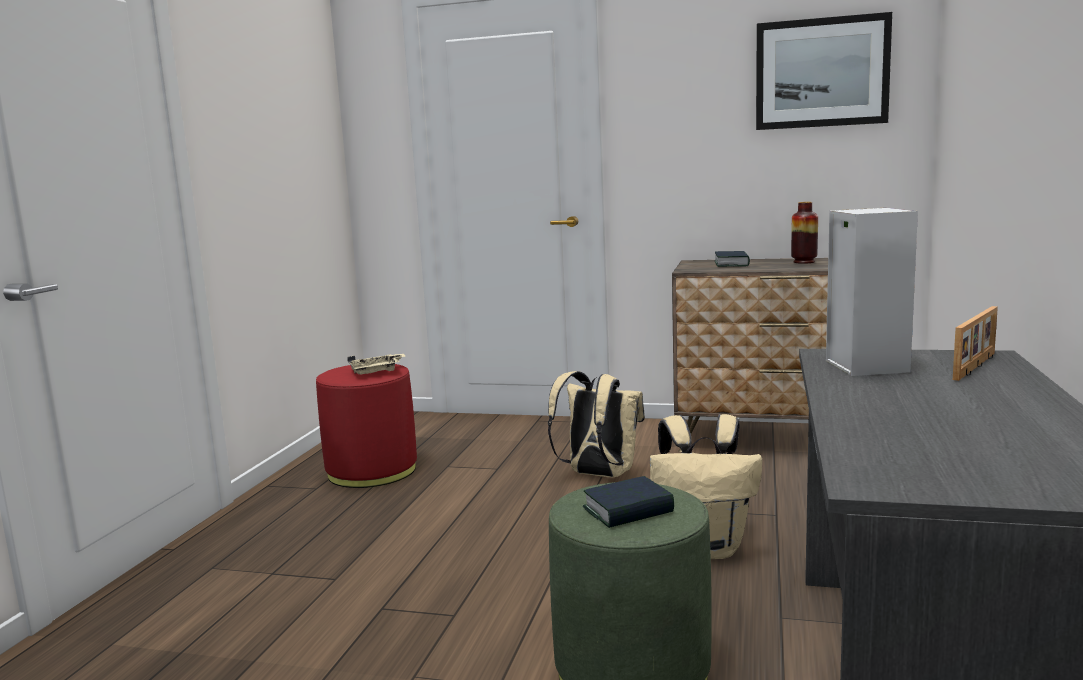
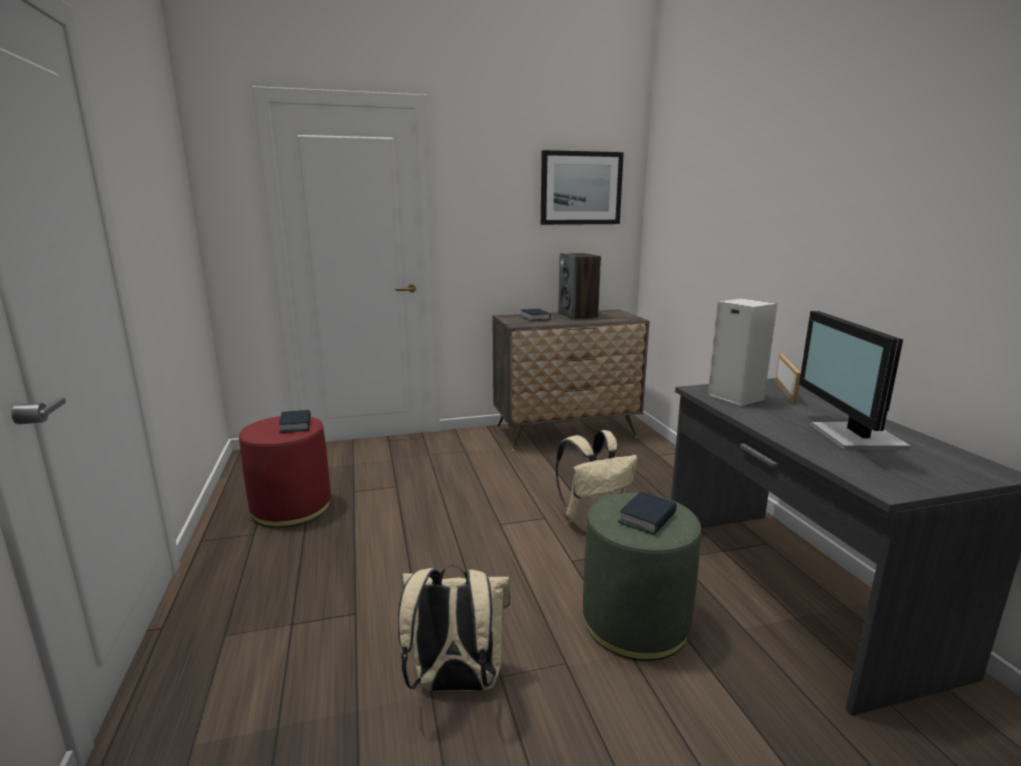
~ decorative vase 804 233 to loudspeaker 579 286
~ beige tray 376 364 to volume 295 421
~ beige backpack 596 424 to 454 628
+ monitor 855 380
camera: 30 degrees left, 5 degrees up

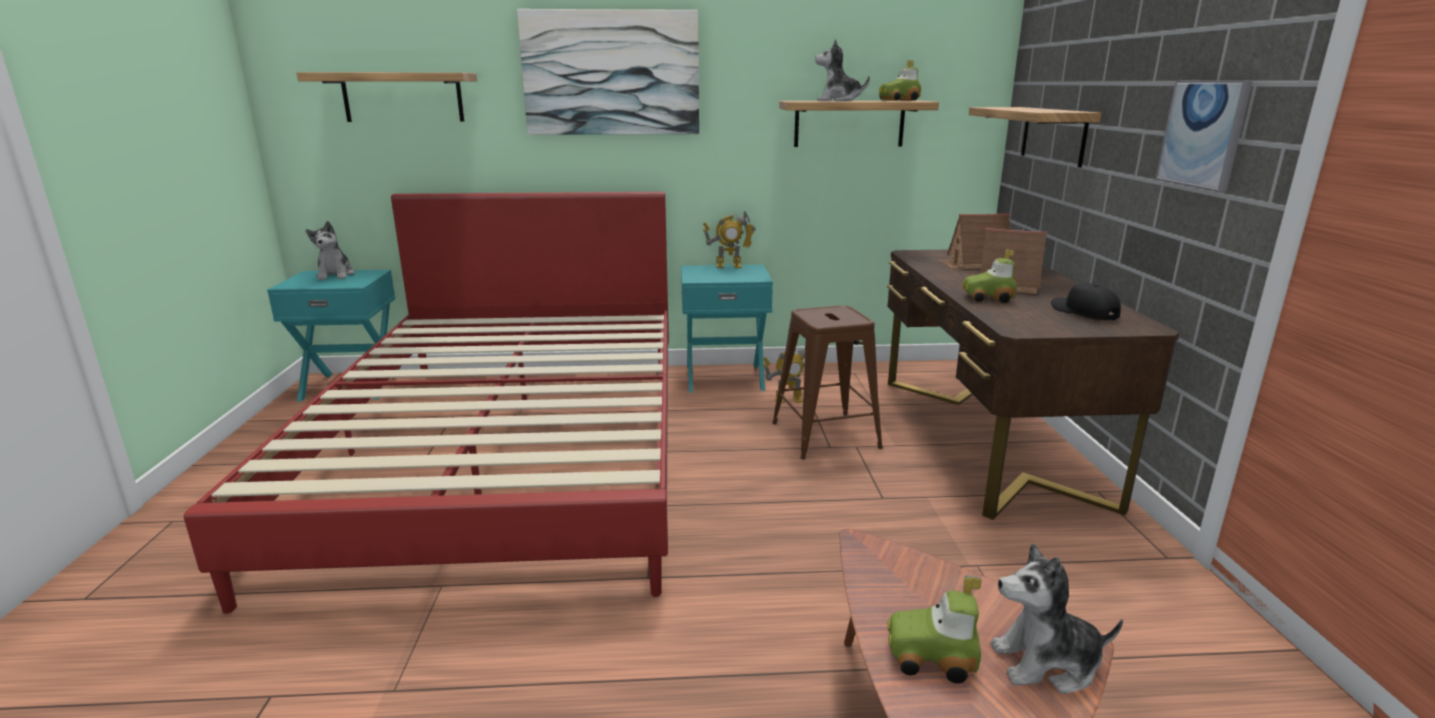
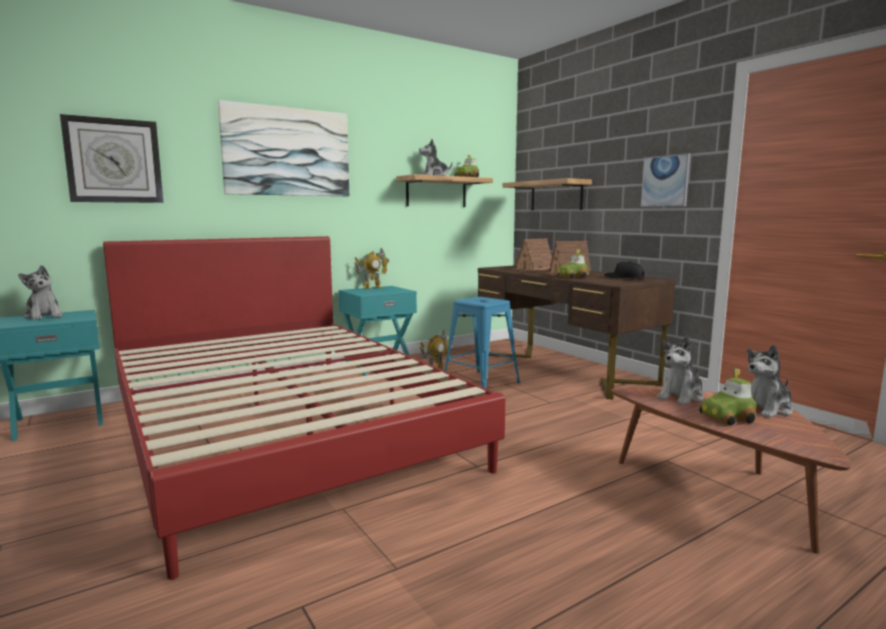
~ bracket shelf 386 97 to hanging clock 111 158
~ brownish stool seat 827 382 to blue stool seat 482 342
+ soft toy 680 371
camera: 30 degrees left, 10 degrees down

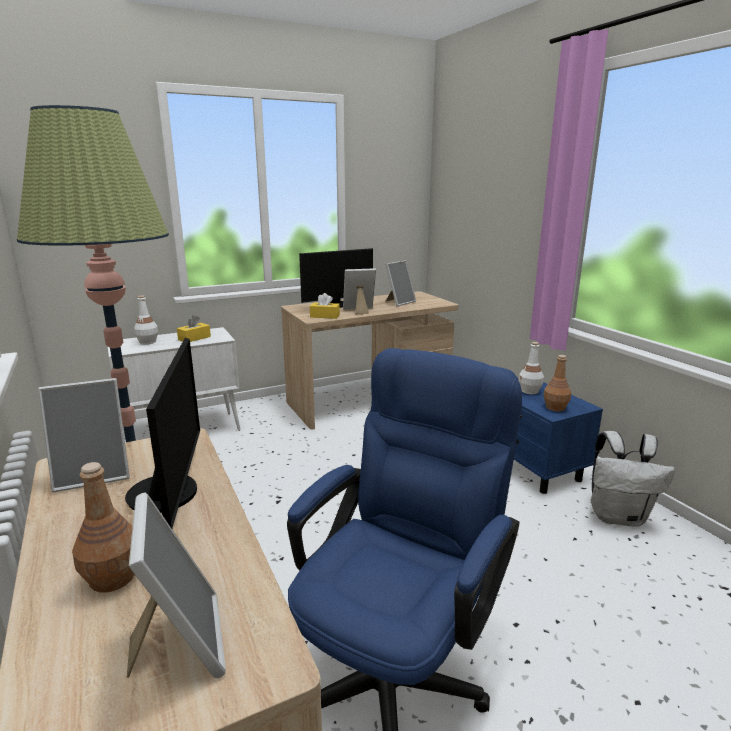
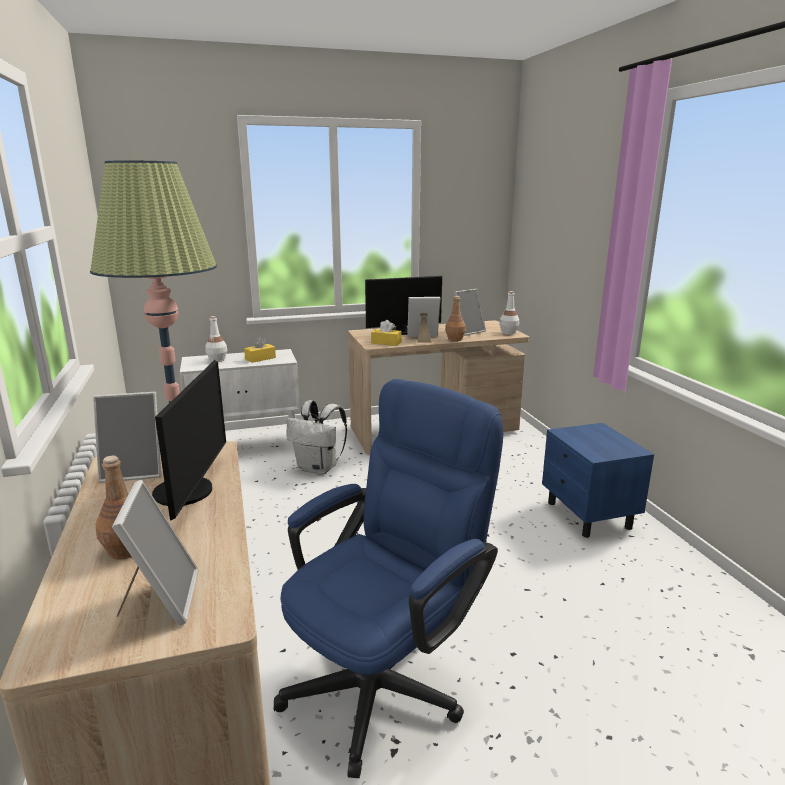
~ white-coloured bottle 531 368 to 509 313
~ brownish bottle 557 383 to 455 318
~ white-coloured backpack 633 479 to 317 437
camera: 10 degrees right, 0 degrees up

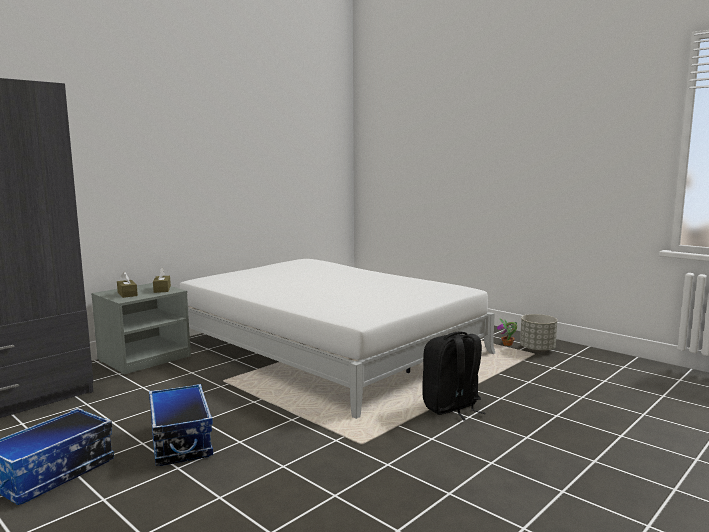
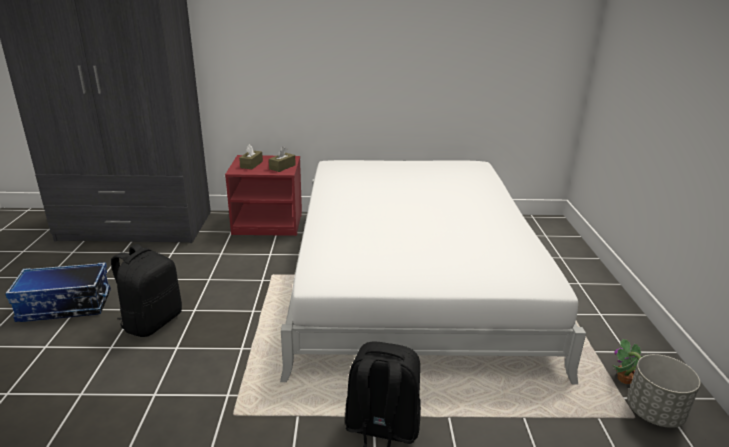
~ greyish nightstand 141 328 to red nightstand 263 195
~ storage bin 181 425 to blackish backpack 146 290
camera: 45 degrees right, 15 degrees up

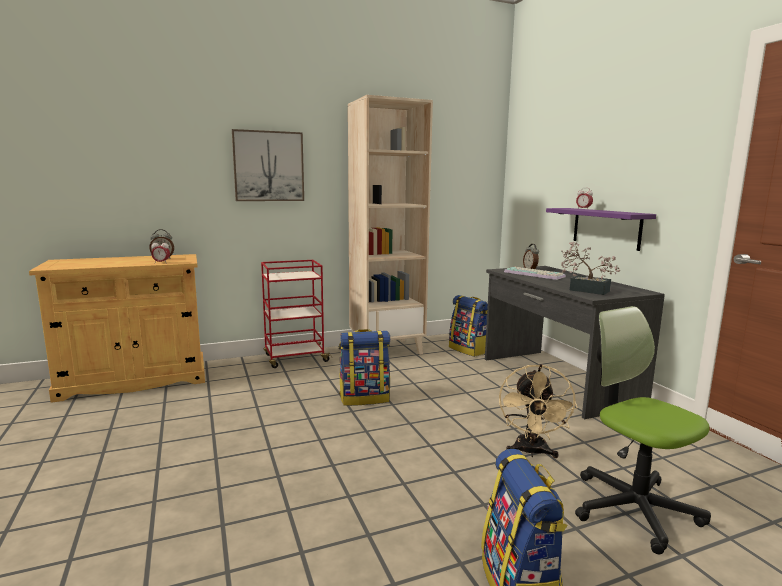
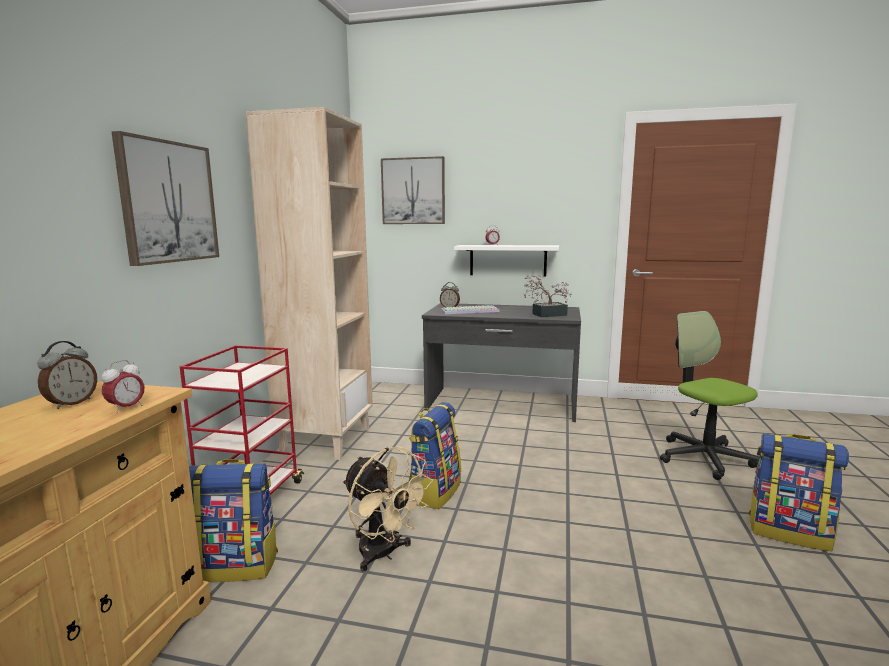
~ purple bracket shelf 601 229 to white-coloured bracket shelf 506 261
~ backpack 468 326 to 233 520
~ desk chair 643 430 = 709 395 60 degrees clockwise
~ beige electric fan 538 411 to 388 509
+ wall art 413 190
camera: 55 degrees left, 0 degrees up

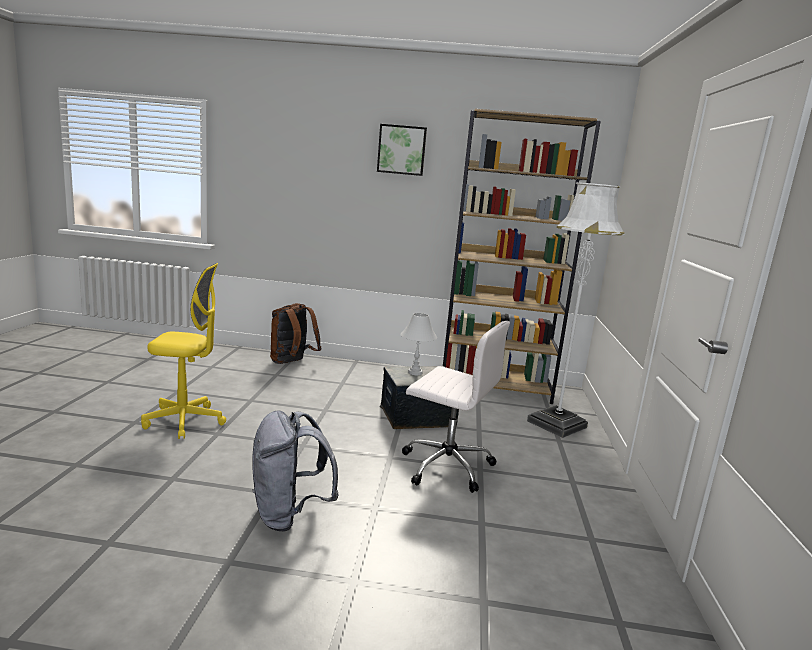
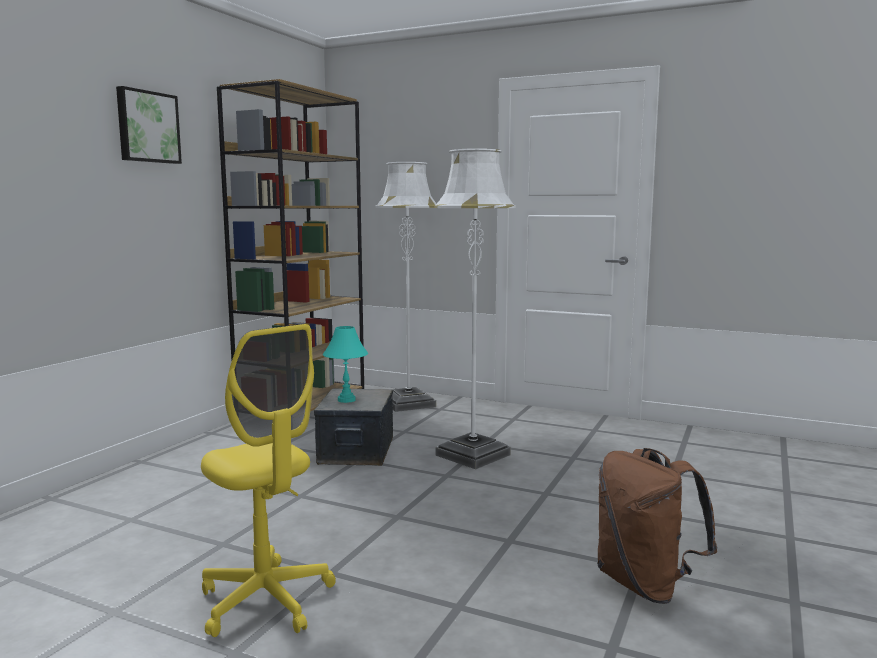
~ yellowish desk chair 183 351 = 268 480 120 degrees clockwise
~ brownish backpack 296 333 to 657 526
~ white-coloured table lamp 419 344 to blue-green table lamp 345 364
~ white-coloured desk chair 456 407 to white-coloured standard lamp 475 308
- greyish backpack 295 470
camera: 70 degrees left, 5 degrees down

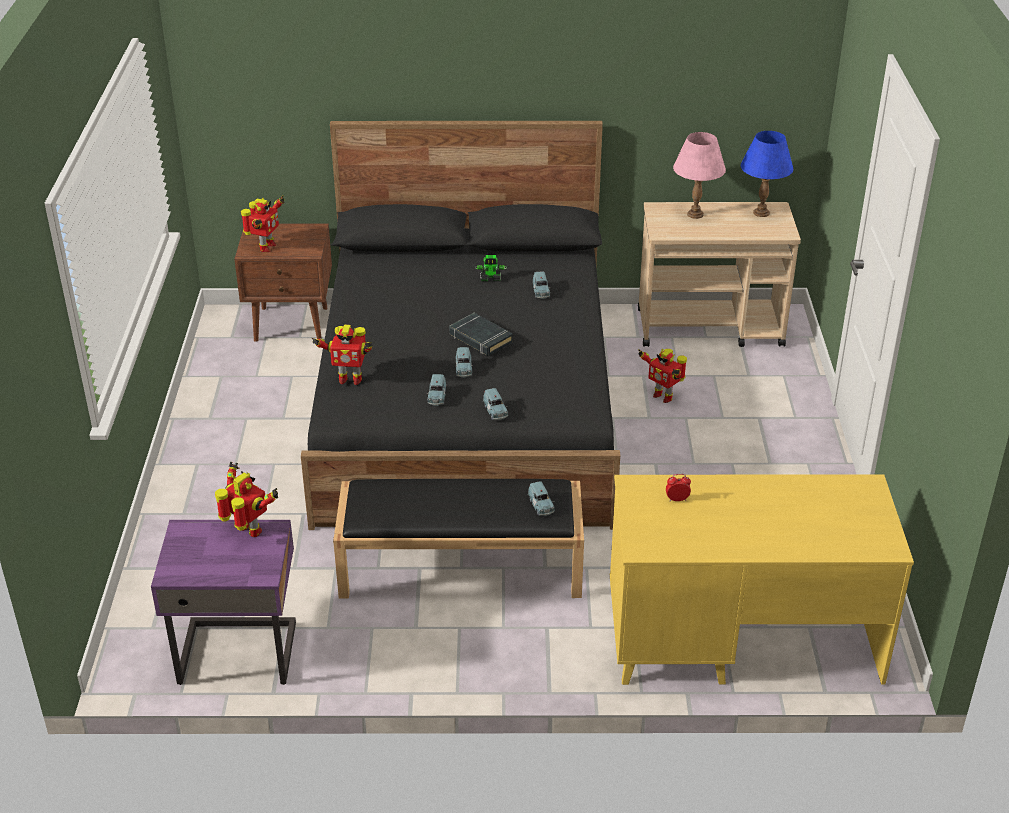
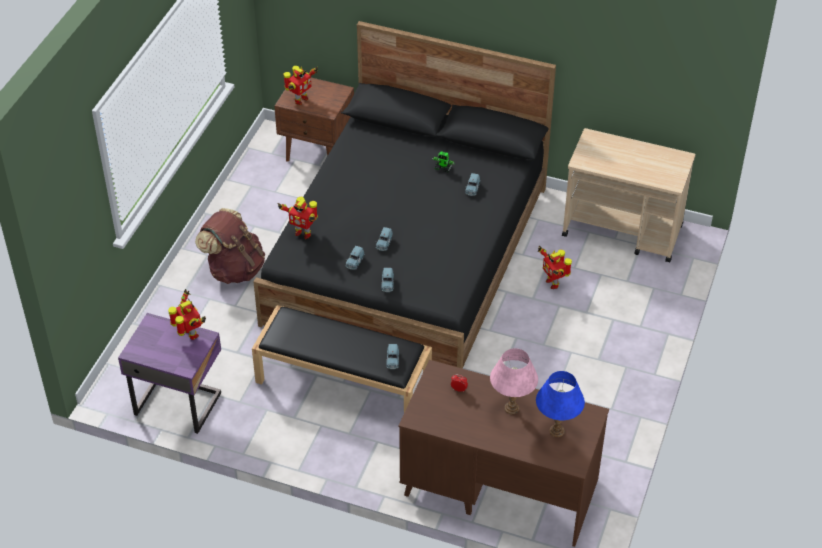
~ blue table lamp 767 174 to 560 404
~ pink-coloured table lamp 699 175 to 514 381
- blackish volume 481 334
~ yellowish desk 762 579 to brownish desk 504 453
+ brownish backpack 230 246
camera: 20 degrees right, 10 degrees up

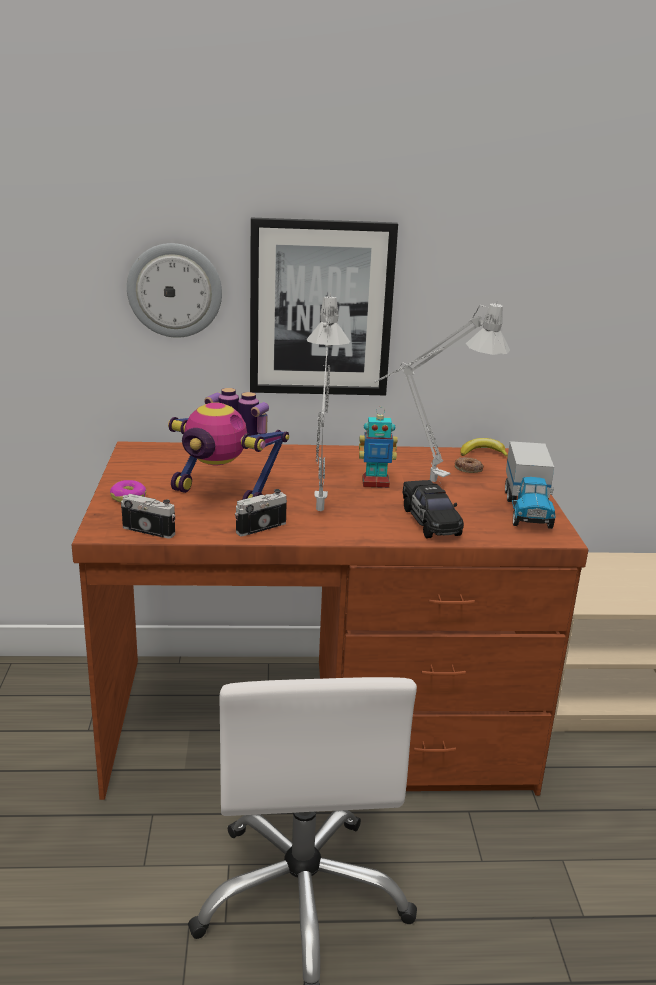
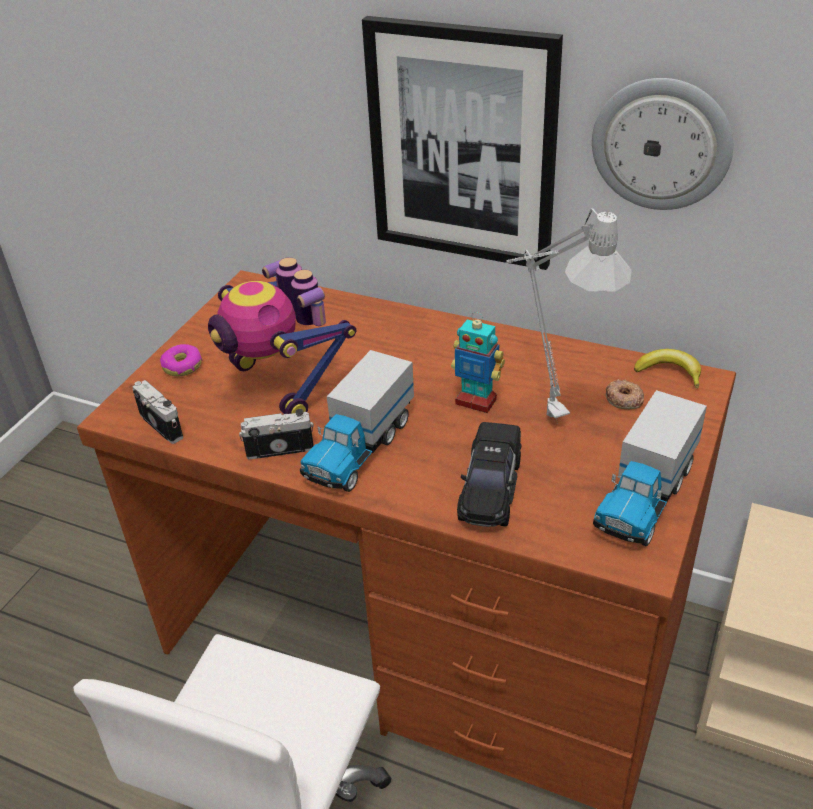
~ hanging clock 174 290 to 662 144
~ greyish table lamp 328 402 to toy truck 357 421
camera: 30 degrees right, 15 degrees up

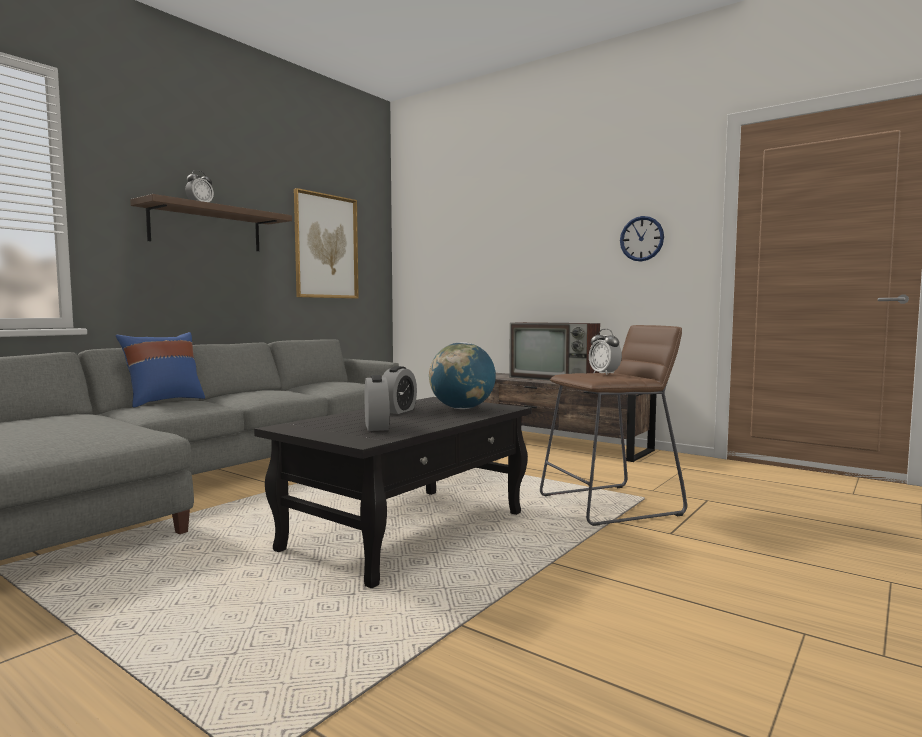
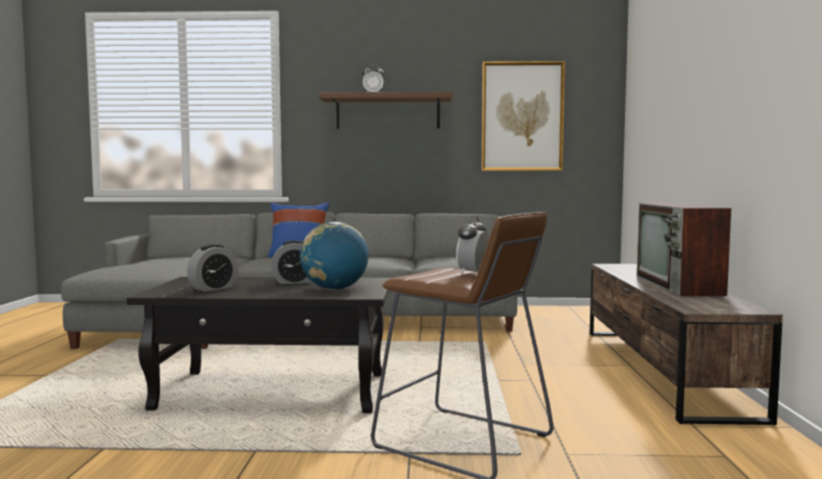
- hanging clock 642 238
camera: 55 degrees right, 0 degrees up

